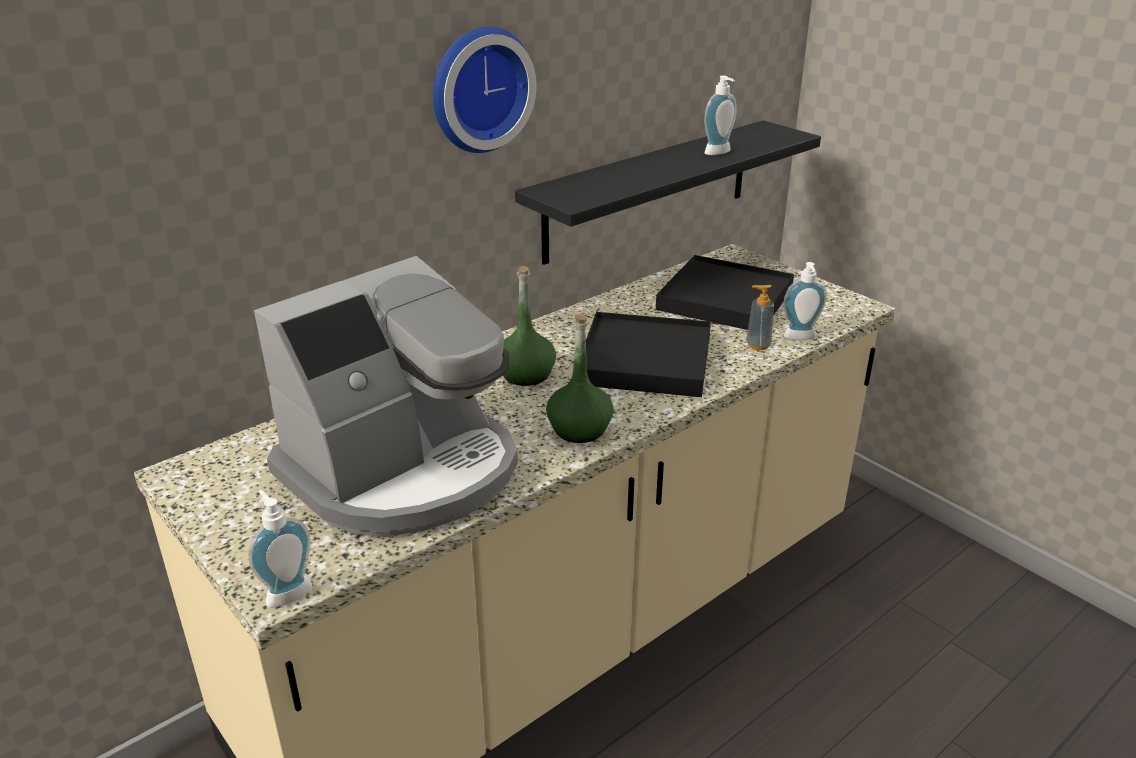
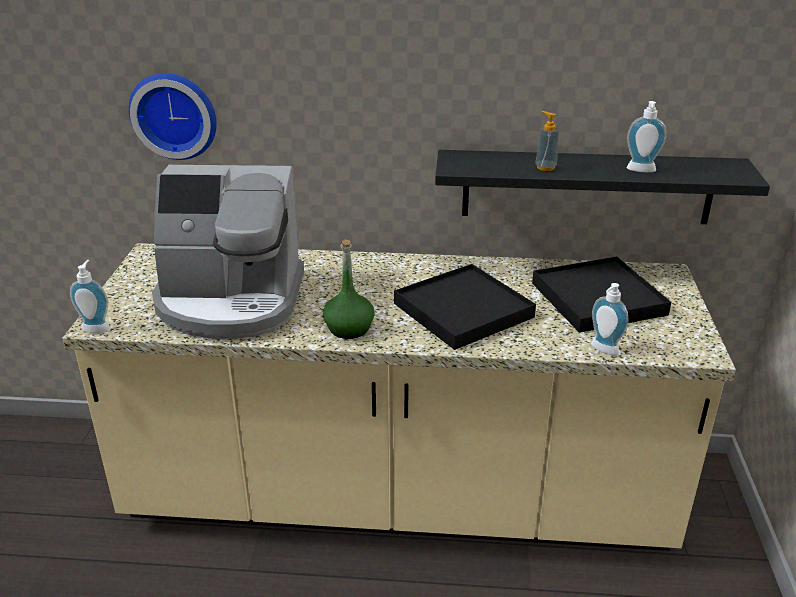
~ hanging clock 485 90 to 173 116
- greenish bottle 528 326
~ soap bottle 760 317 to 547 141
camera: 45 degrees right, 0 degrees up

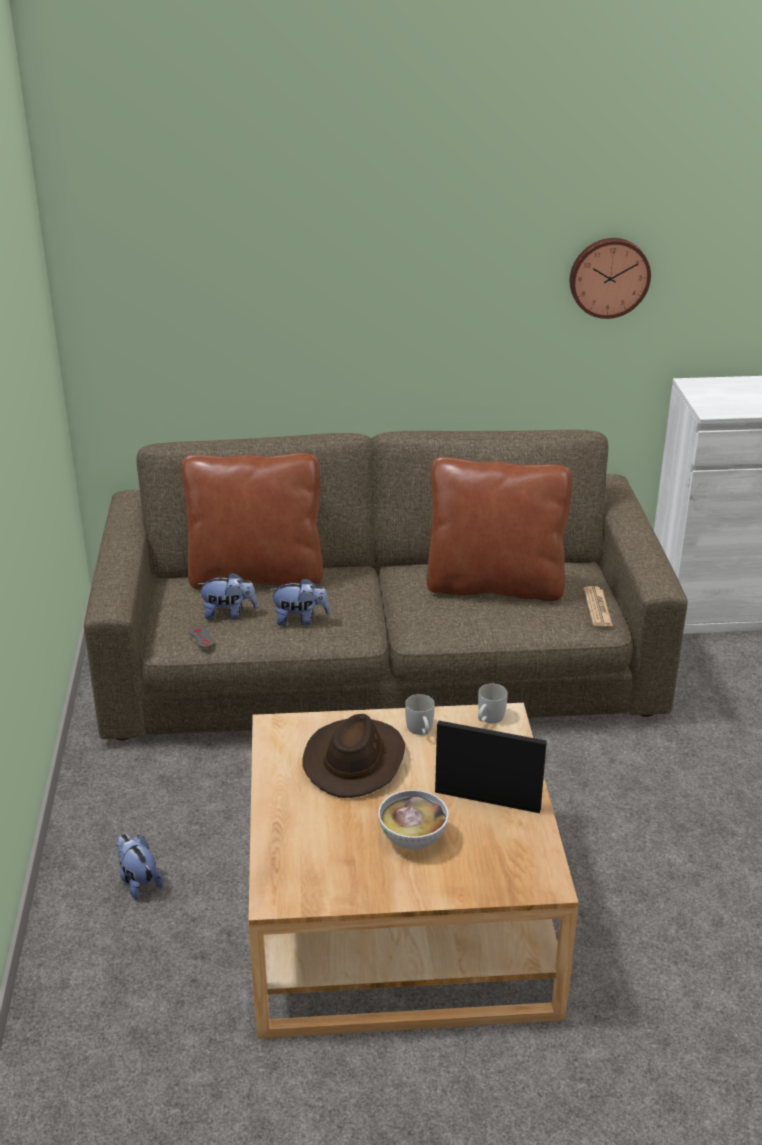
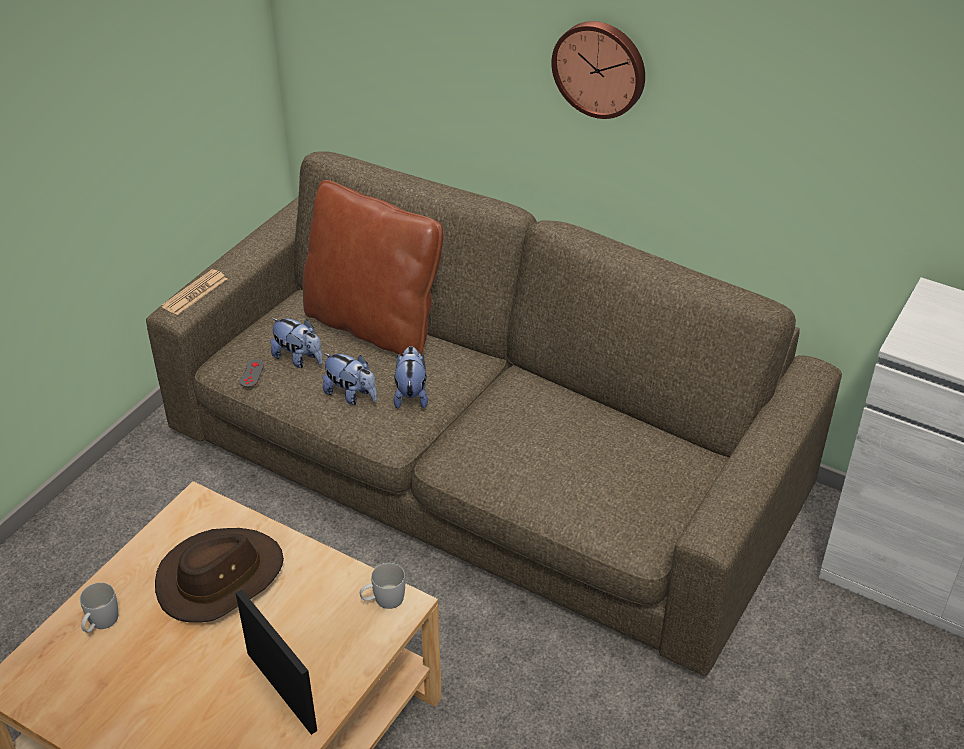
~ hanging clock 610 278 to 598 70
- brownish cushion 499 529
~ newspaper 598 606 to 194 292
~ white-coloured coffee mug 420 714 to 99 607
- serving bowl 413 819
~ soft toy 139 867 to 411 377
camera: 35 degrees right, 10 degrees up

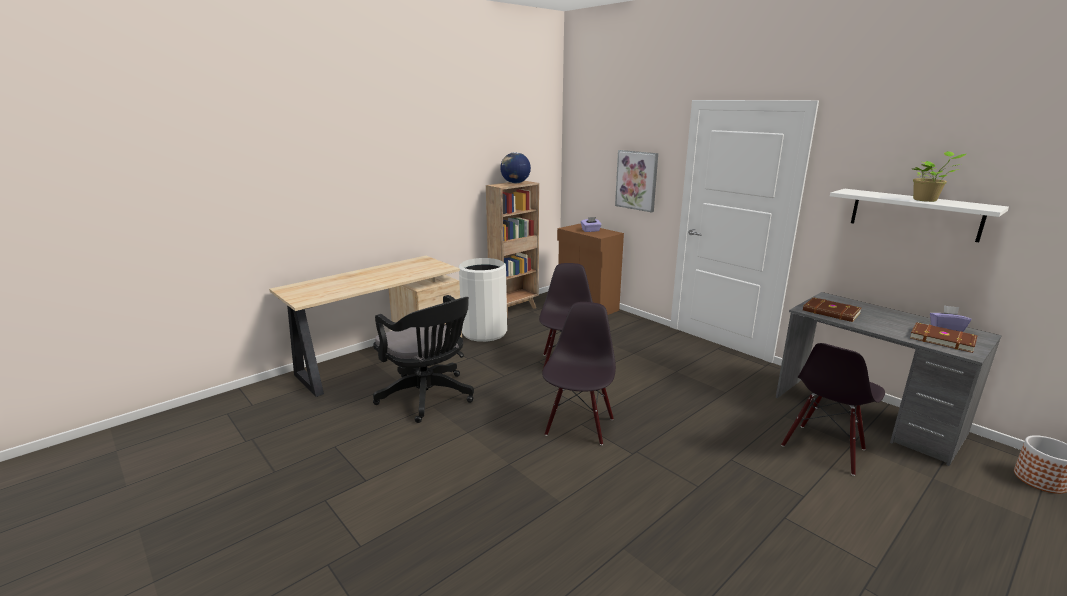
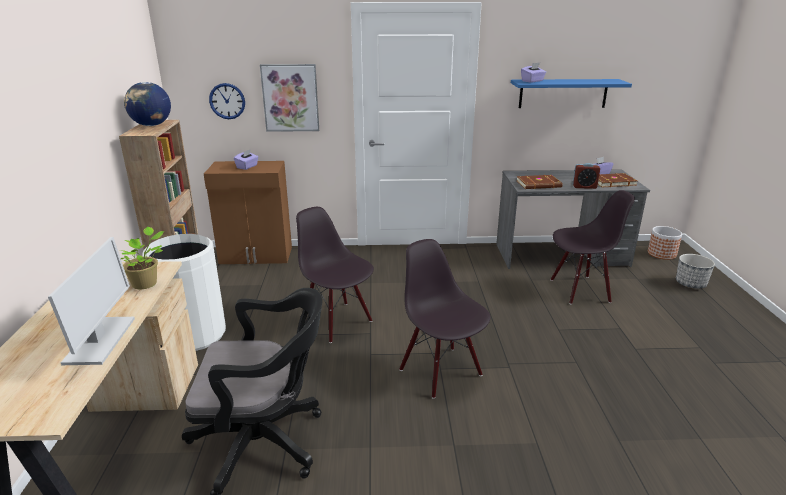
~ potted plant 938 176 to 142 258
~ white-coloured bracket shelf 919 215 to blue bracket shelf 571 93
~ blackish upright chair 833 409 = 593 247 90 degrees counterclockwise
+ purple tissue box 533 73
+ hanging clock 227 101
+ table clock 586 176
+ monitor 91 301
+ flower pot 695 271
camera: 50 degrees left, 5 degrees up

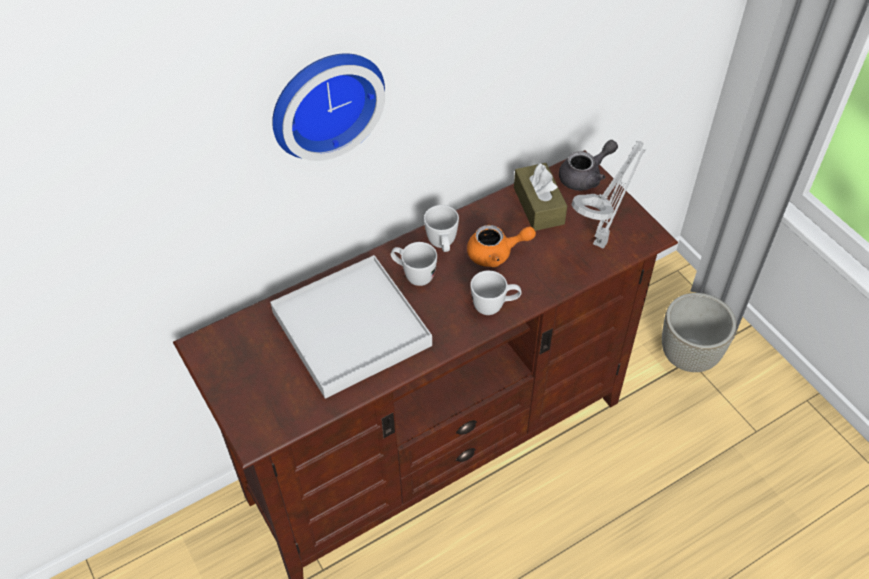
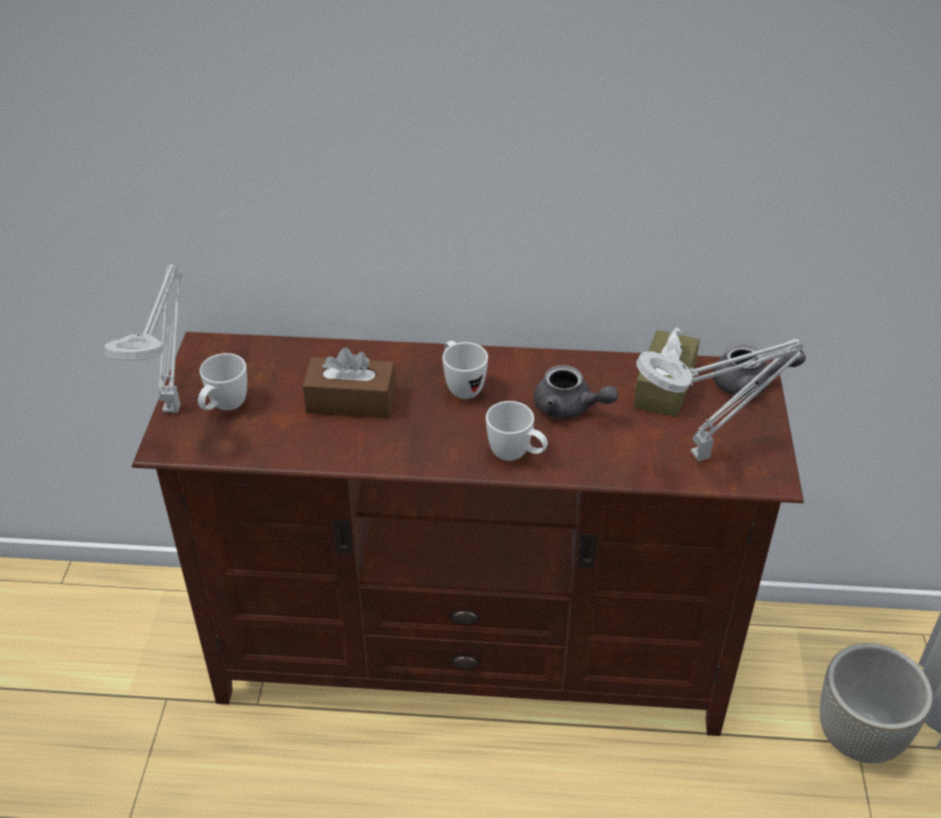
- hanging clock 328 107
~ white-coloured coffee mug 441 228 to 222 381
~ orange-coloured tea pot 501 246 to greyish tea pot 576 392
~ white-coloured tray 351 327 to brownish tissue box 349 382
+ greyish table lamp 143 338
camera: 35 degrees right, 10 degrees down

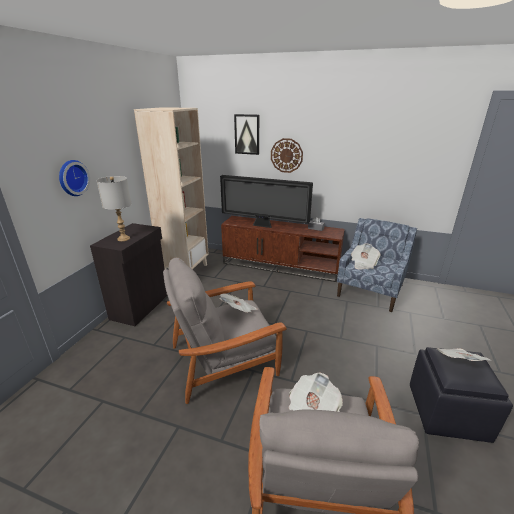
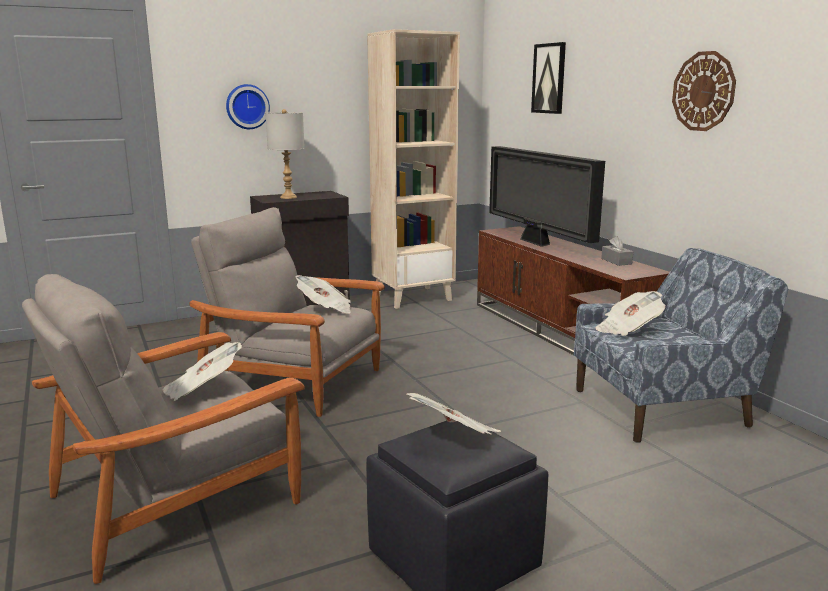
~ hanging clock 287 155 to 704 91
camera: 45 degrees right, 10 degrees down

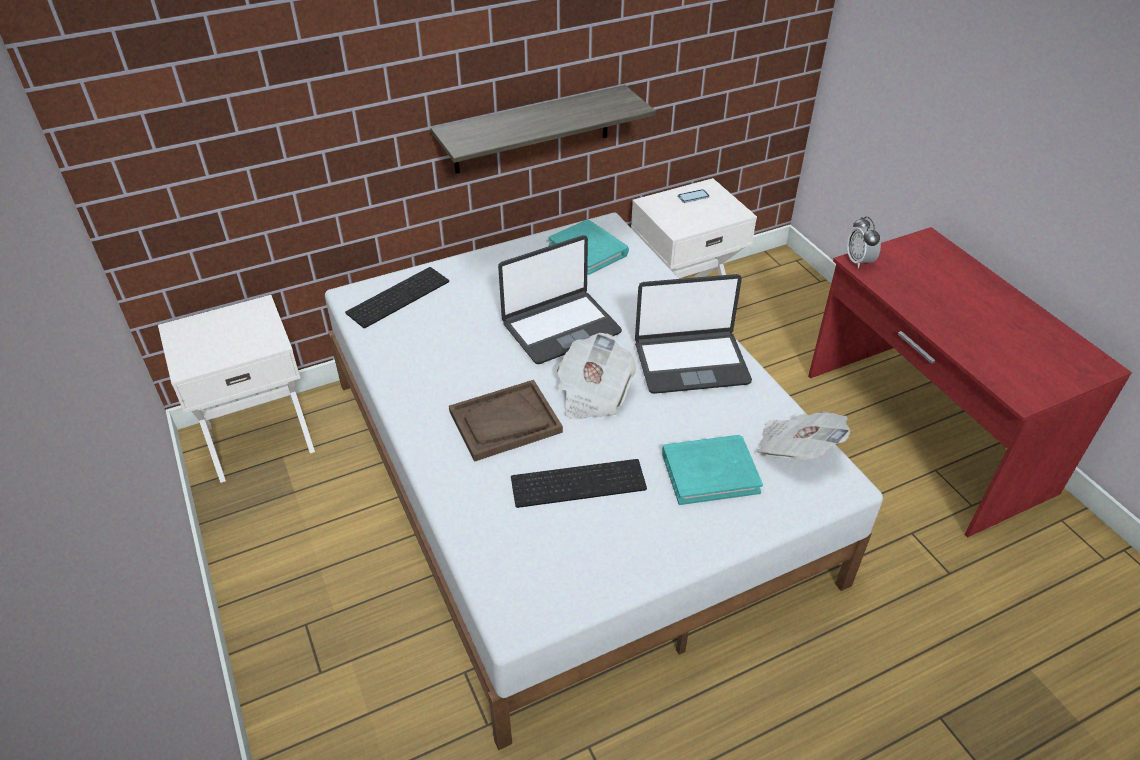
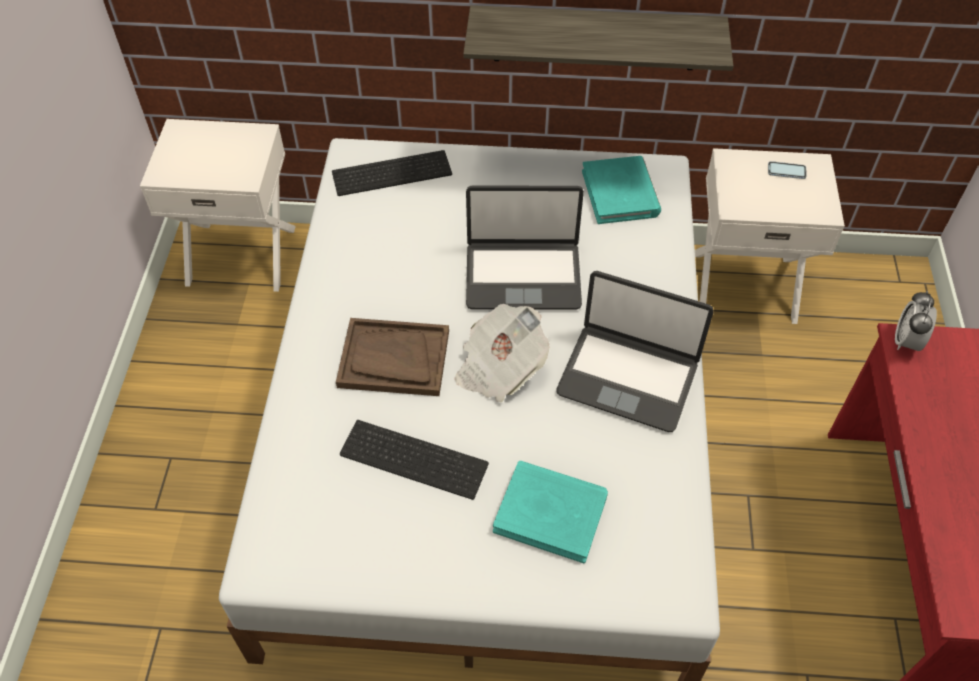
- newspaper 803 435
camera: 30 degrees right, 10 degrees up

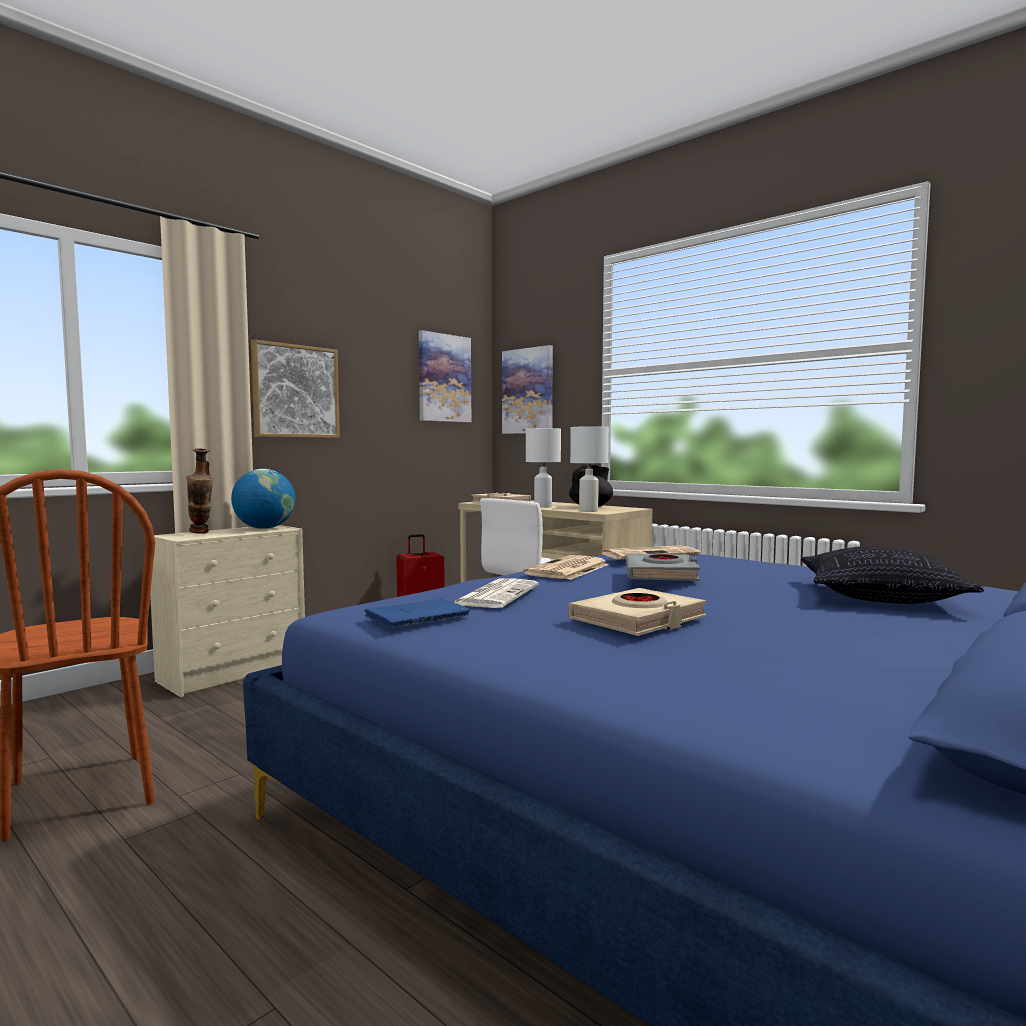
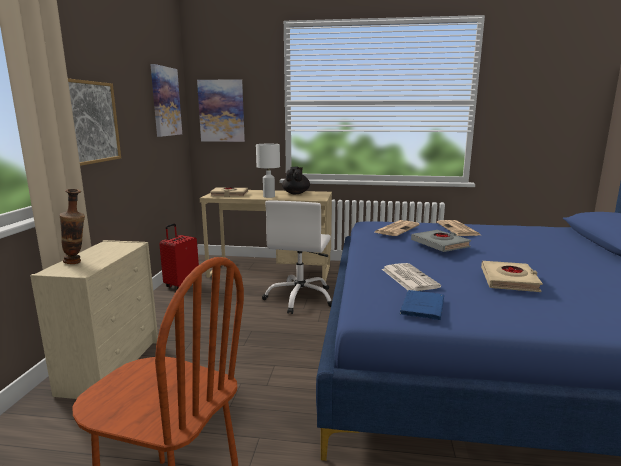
- white-coloured table lamp 589 469
- desk globe 263 499
- cushion 892 575
~ newspaper 566 567 to 458 228
camera: 35 degrees left, 10 degrees up

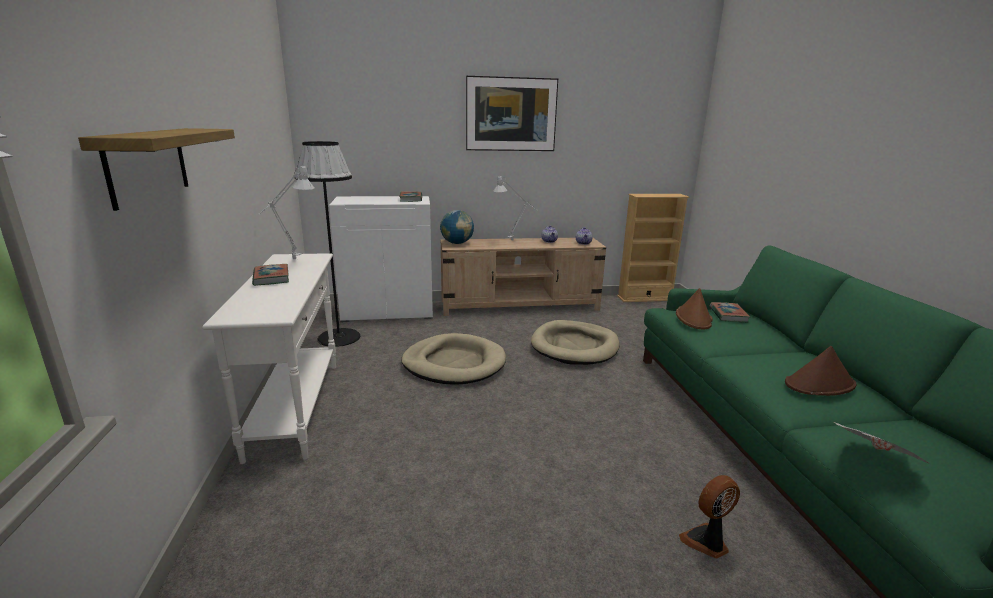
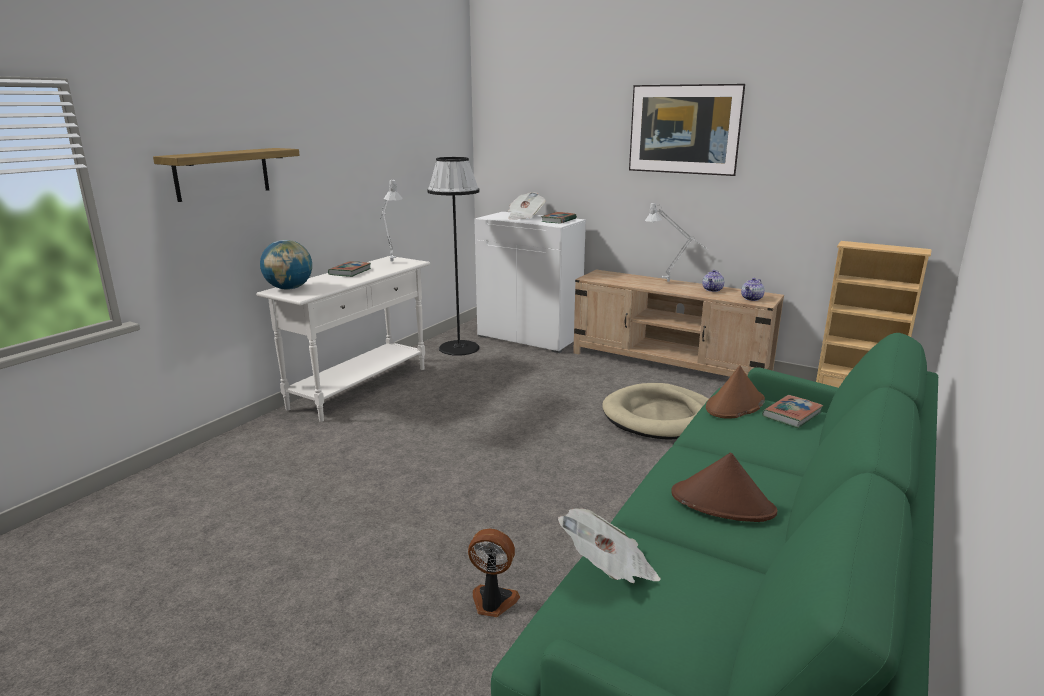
~ desk globe 457 227 to 286 265
- beige pet bed 453 359
+ newspaper 527 206
camera: 40 degrees right, 0 degrees up

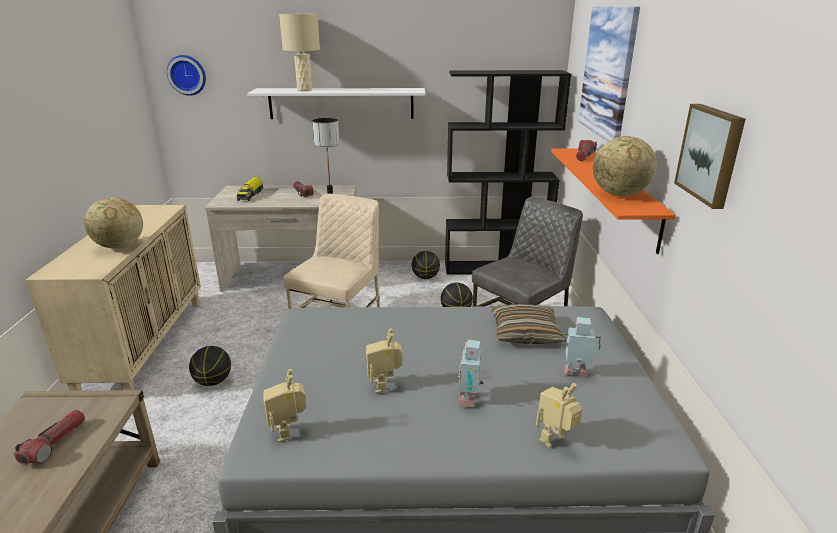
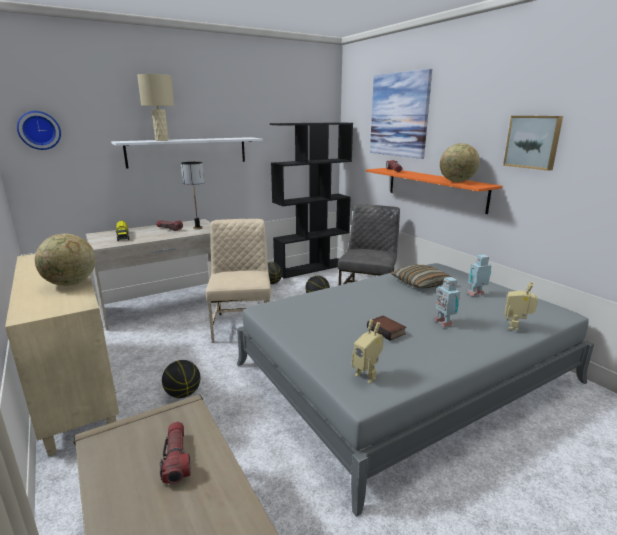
~ robot figure 384 360 to volume 386 328
camera: 30 degrees left, 5 degrees down

